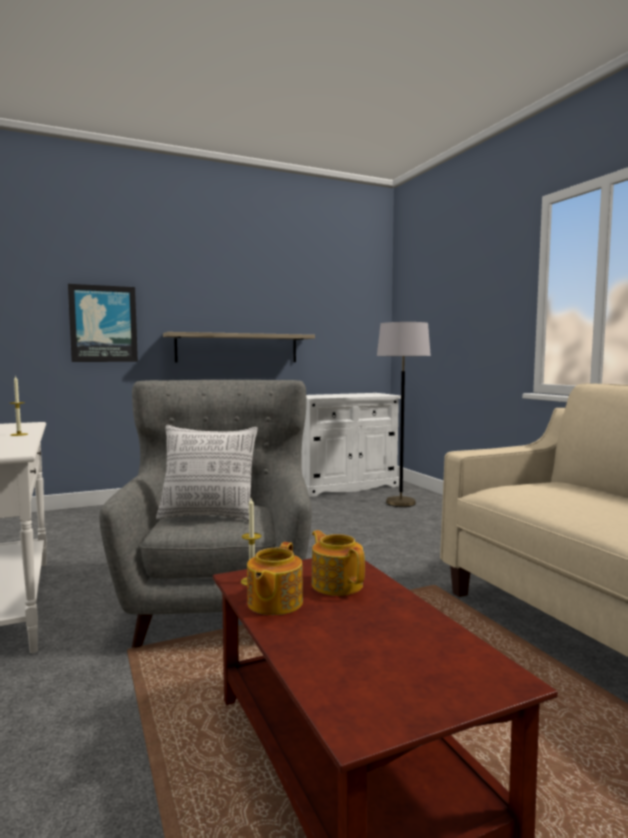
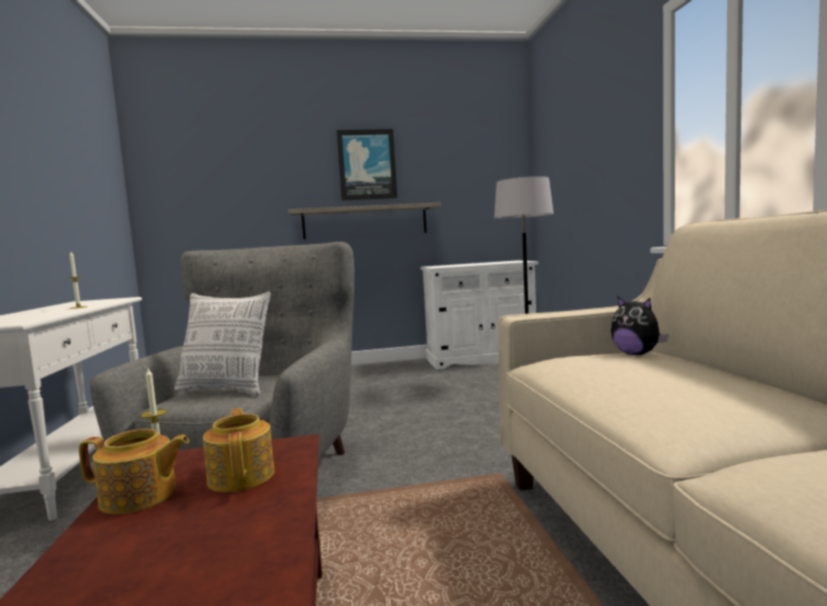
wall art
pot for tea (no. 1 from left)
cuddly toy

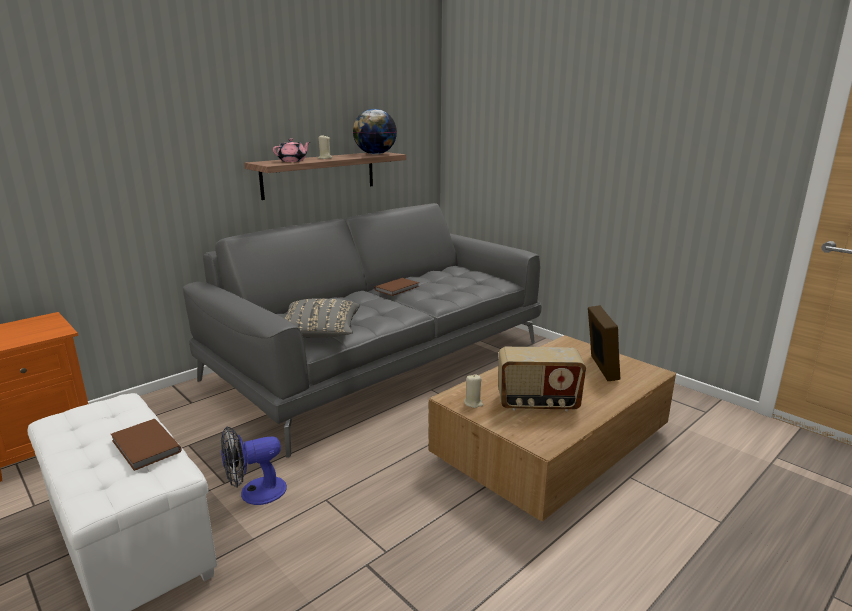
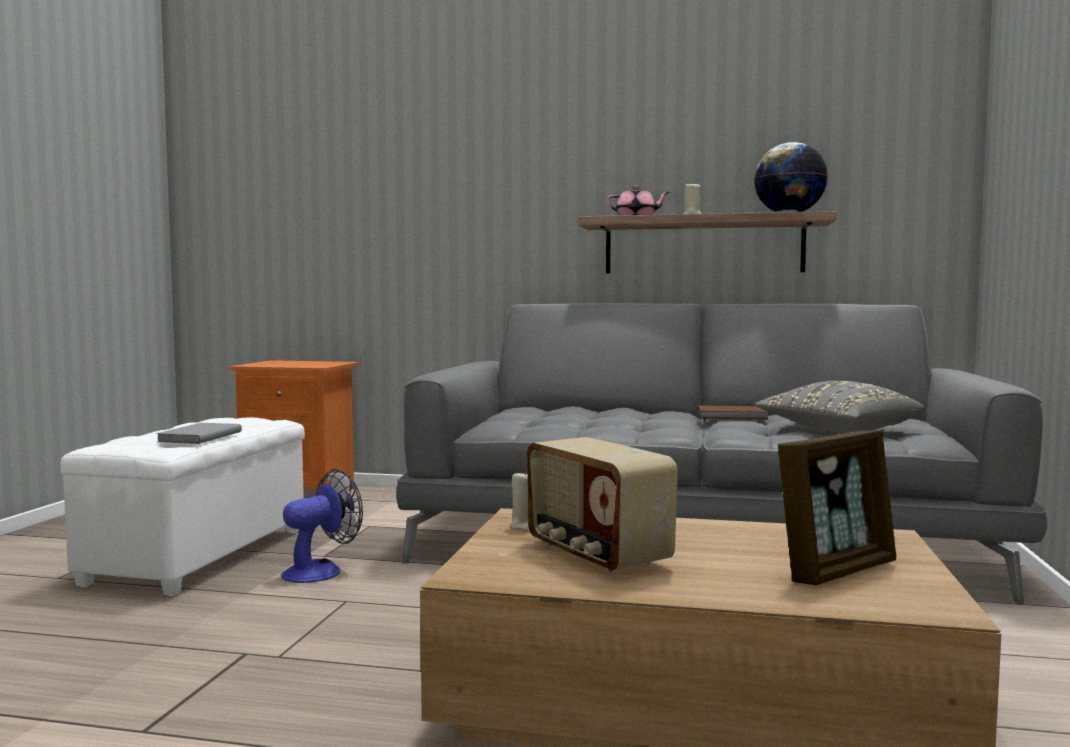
pillow (gray)
bound book (gray)
cooling fan

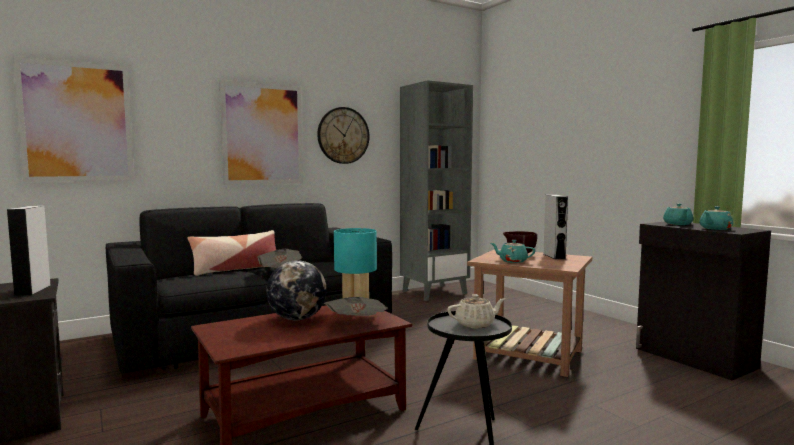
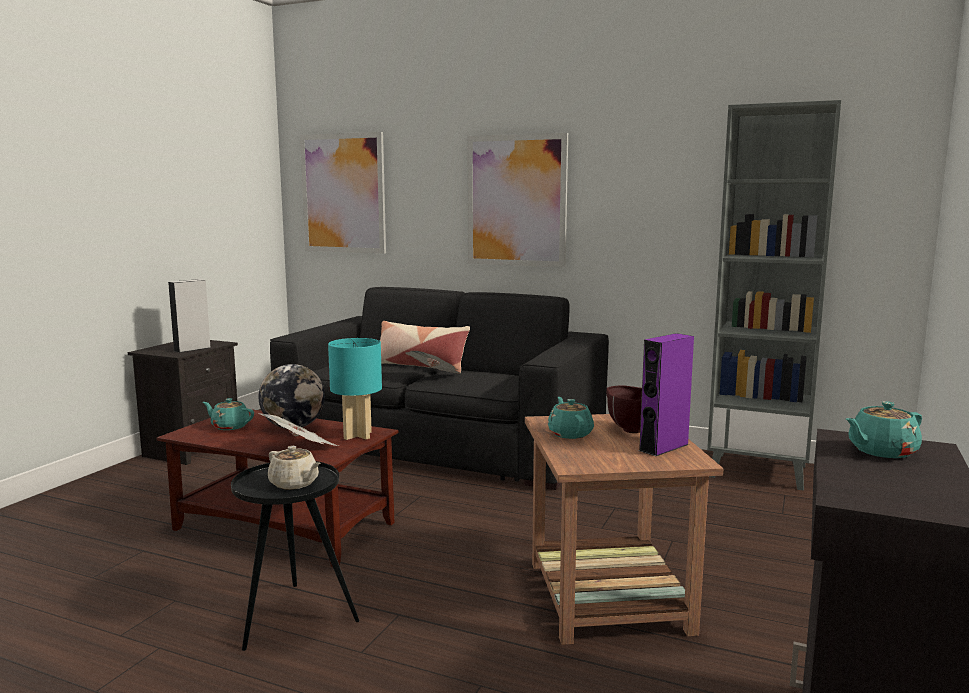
wall clock
loudspeaker (purplish)
pot for tea (turquoise-coloured) (no. 1 from left)

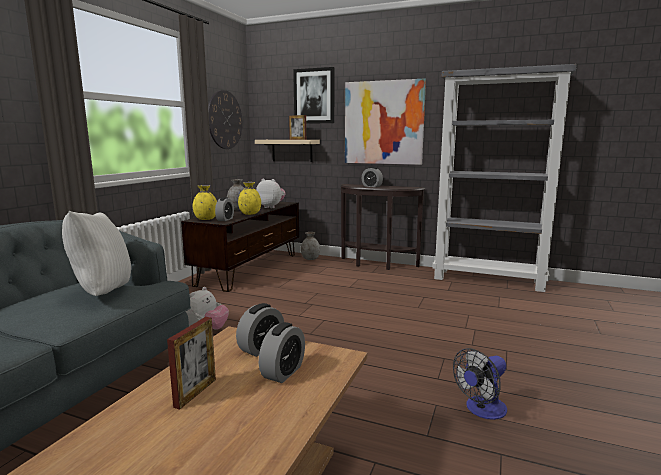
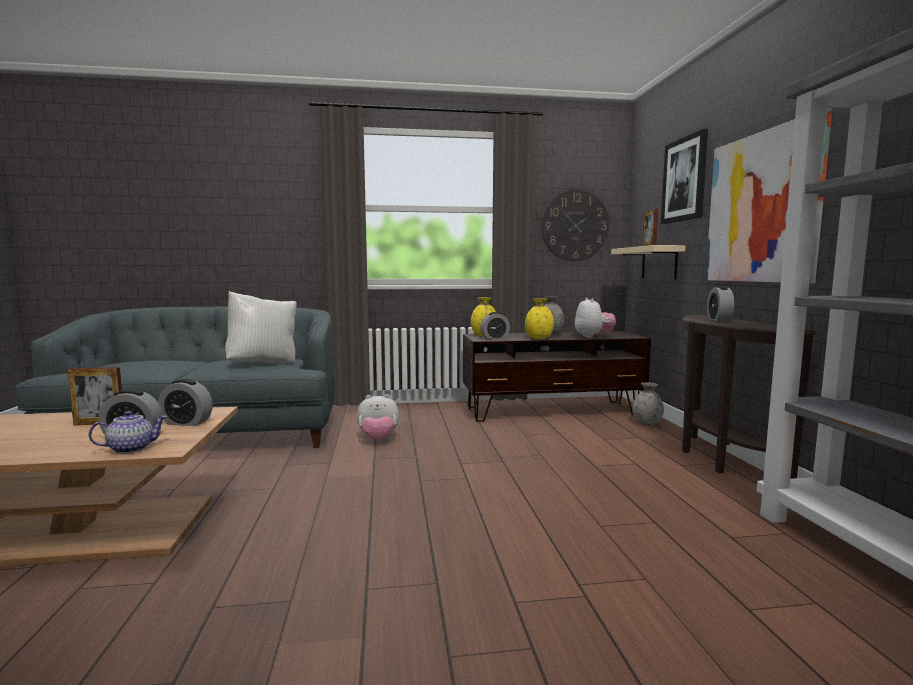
cooling fan
pot for tea

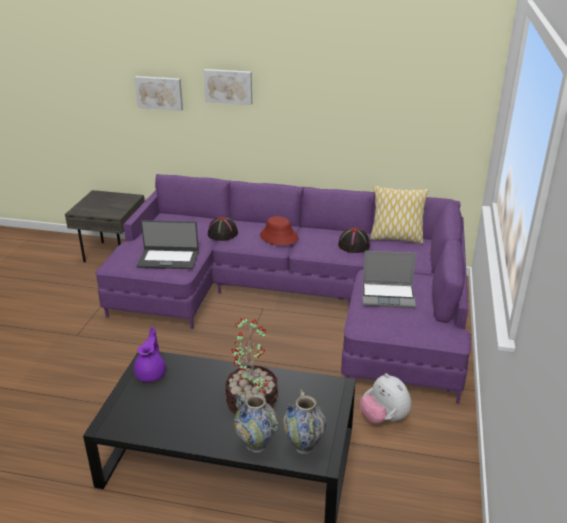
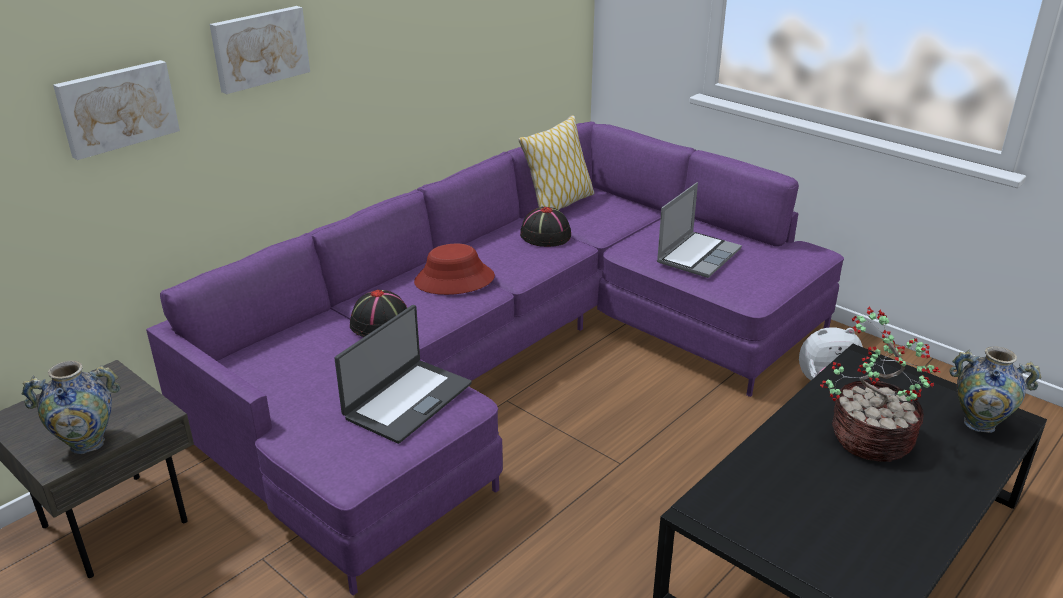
pot for tea (purplish)
decorative vase (no. 1 from left)

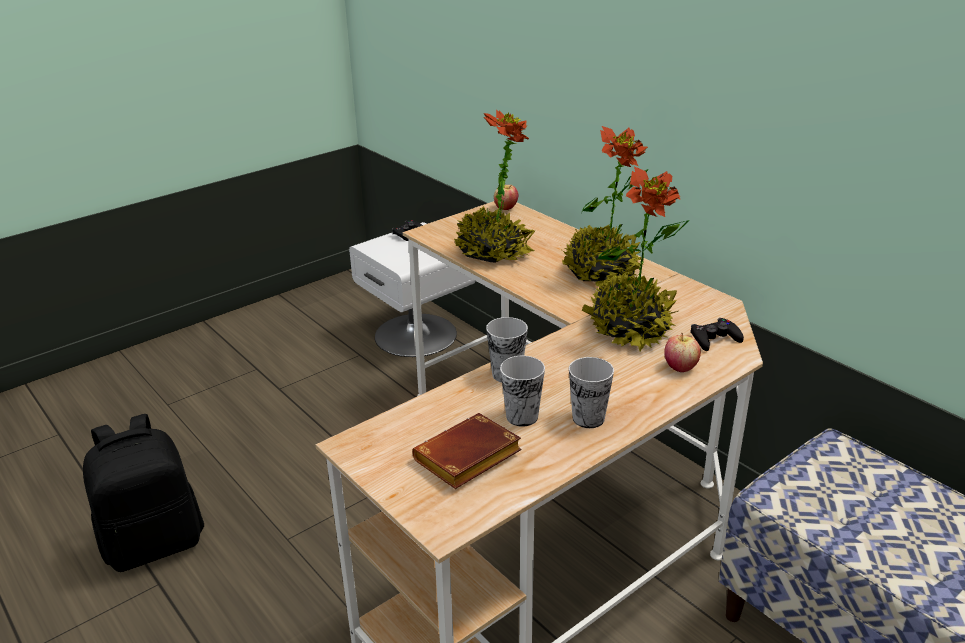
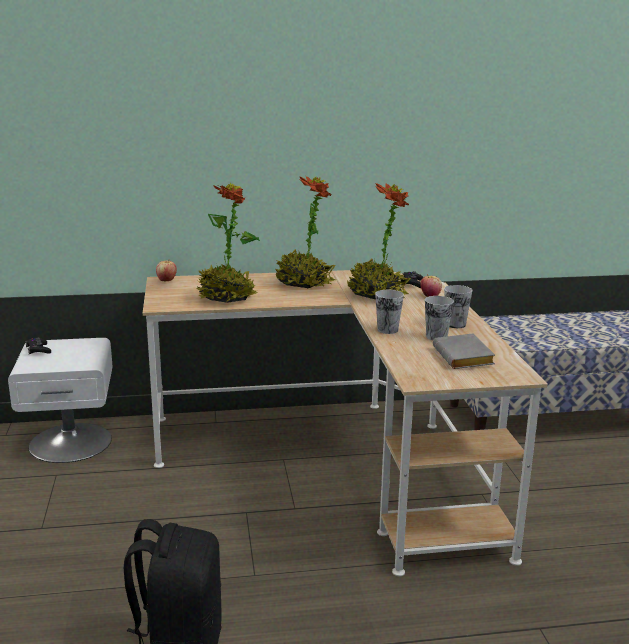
bound book (gray)

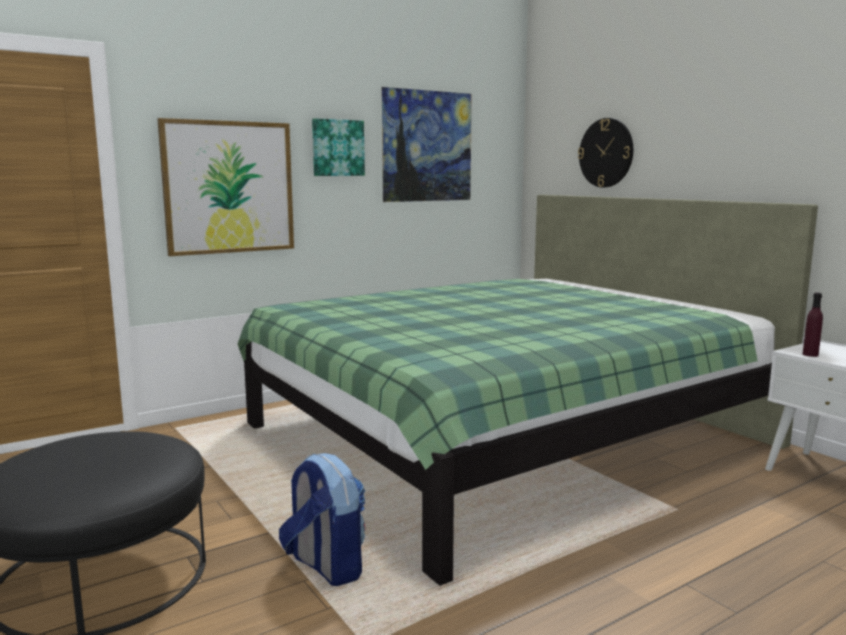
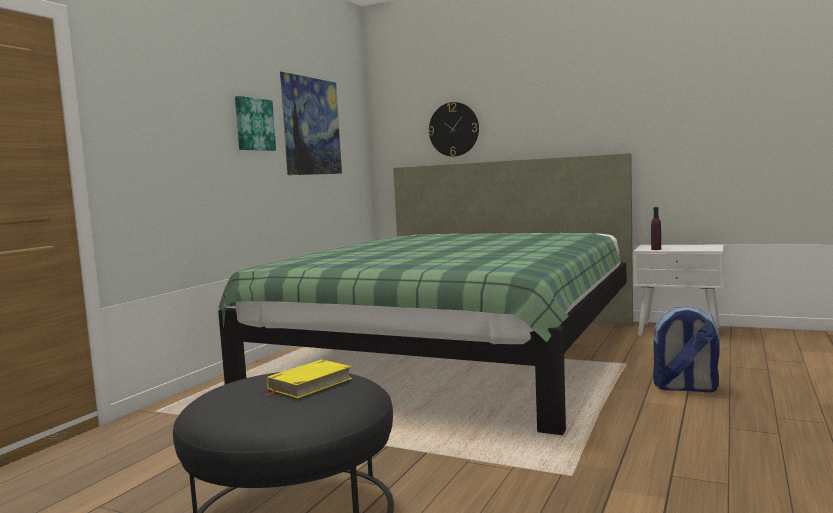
wall art (no. 1 from left in the first image)
knapsack
bound book (yellowish)

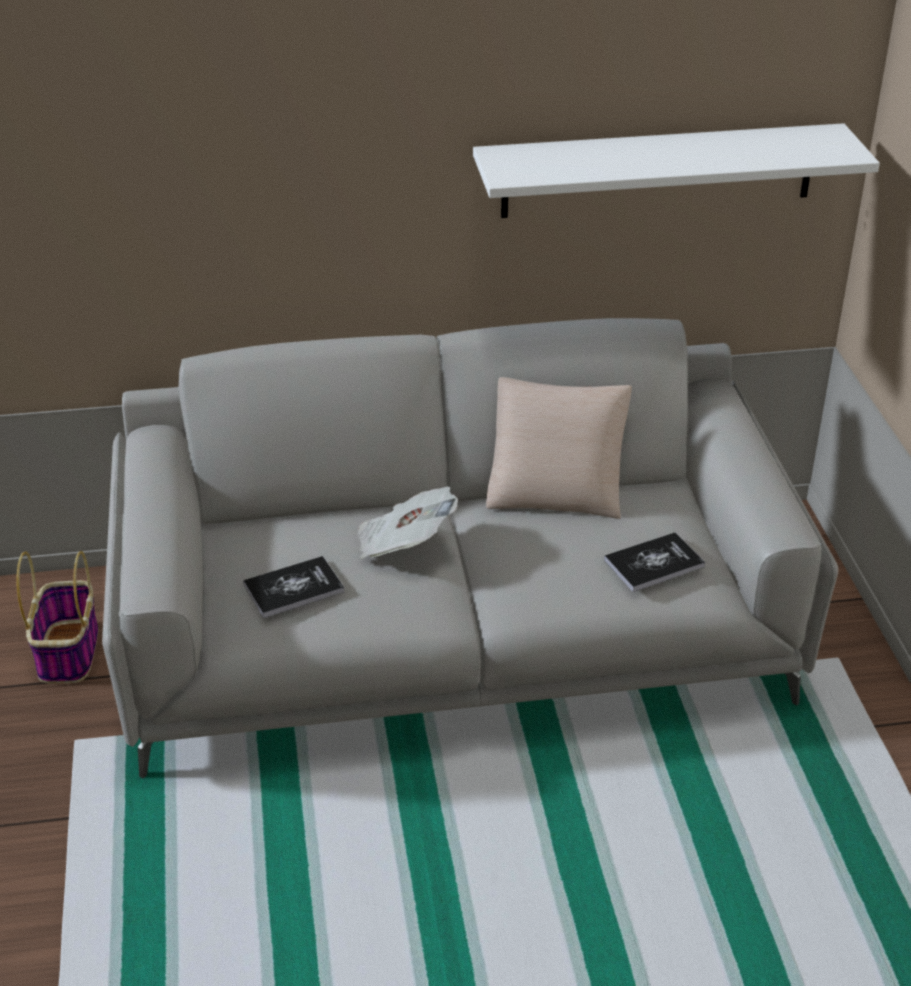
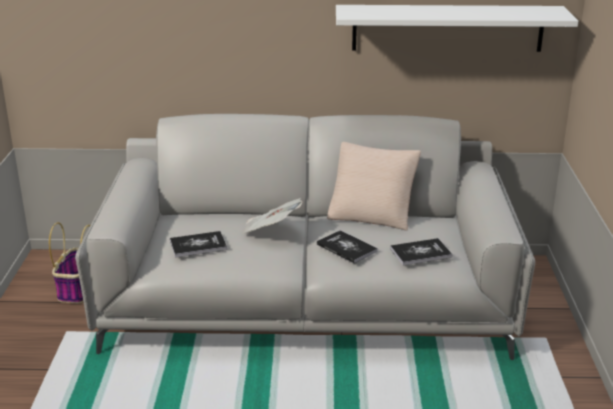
bound book (no. 2 from left)

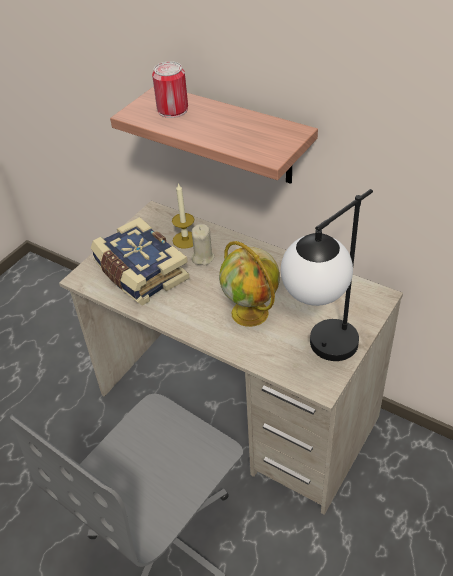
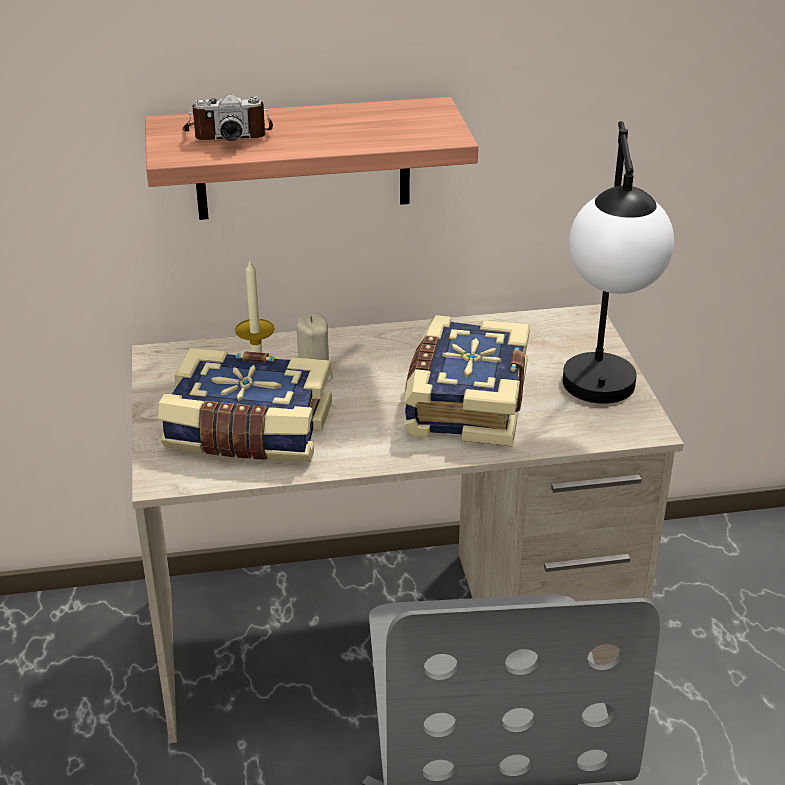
photo camera
bound book (no. 2 from left)

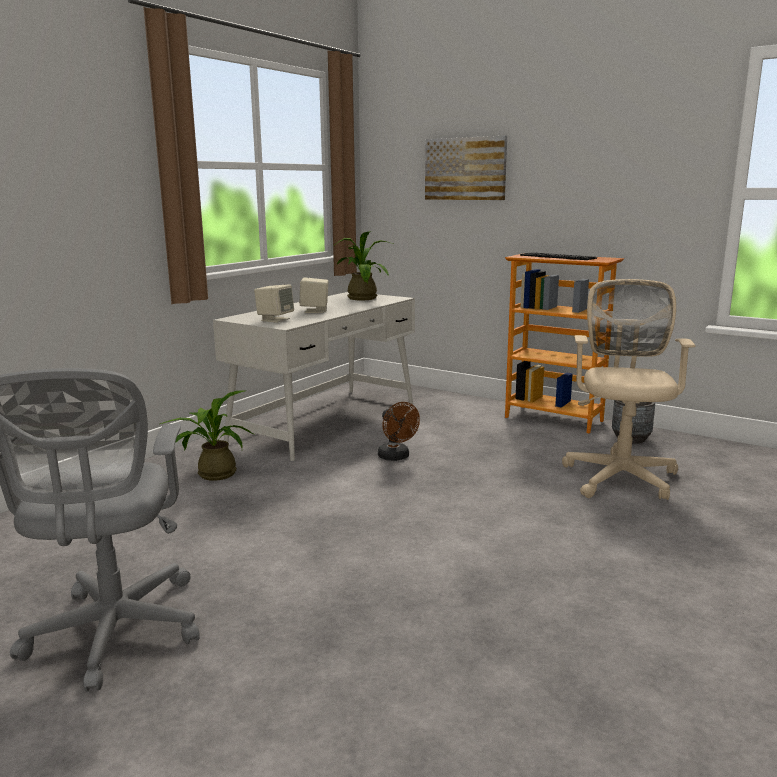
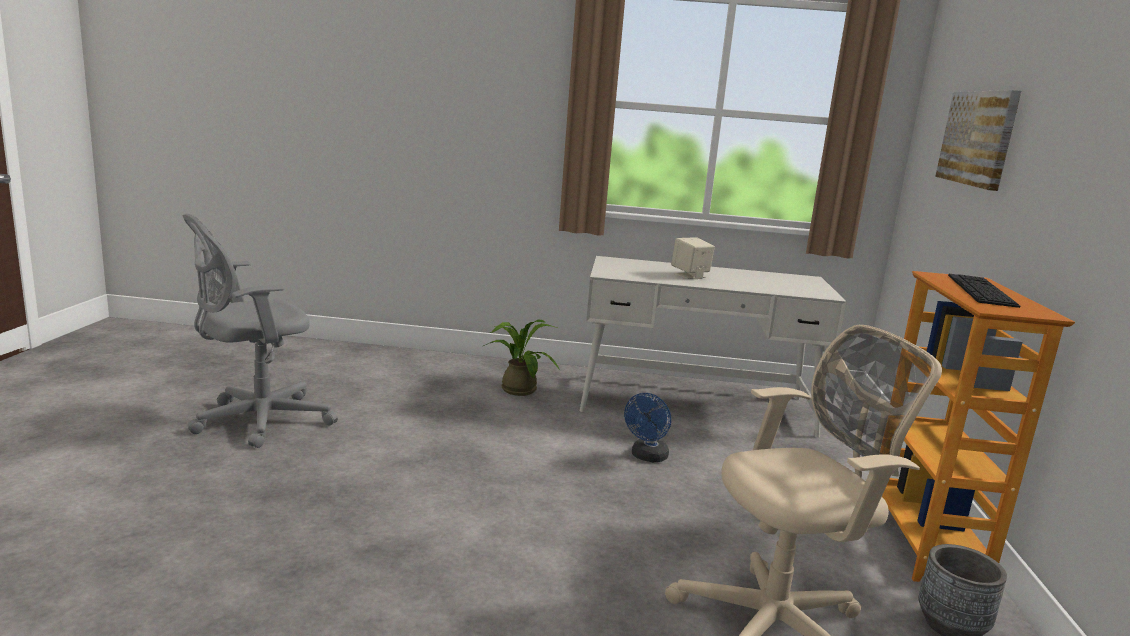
houseplant (no. 2 from left in the first image)
loudspeaker (beige) (no. 1 from left in the first image)
cooling fan (blue)

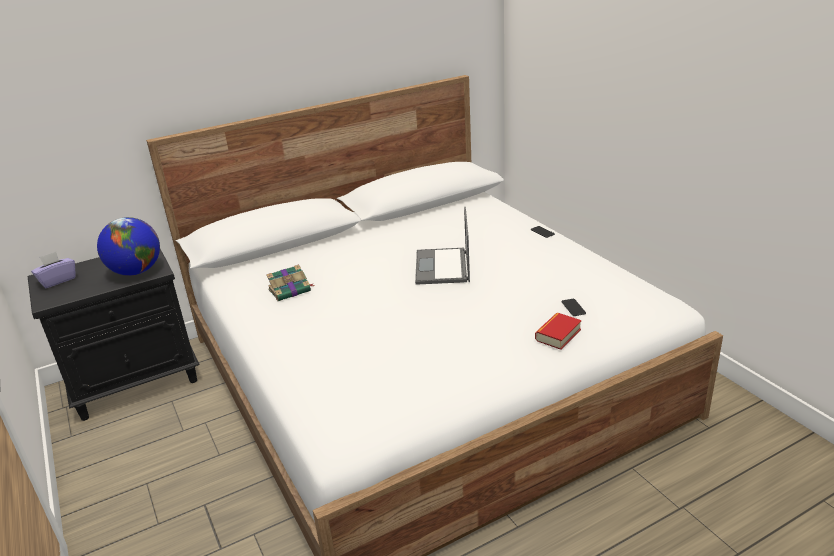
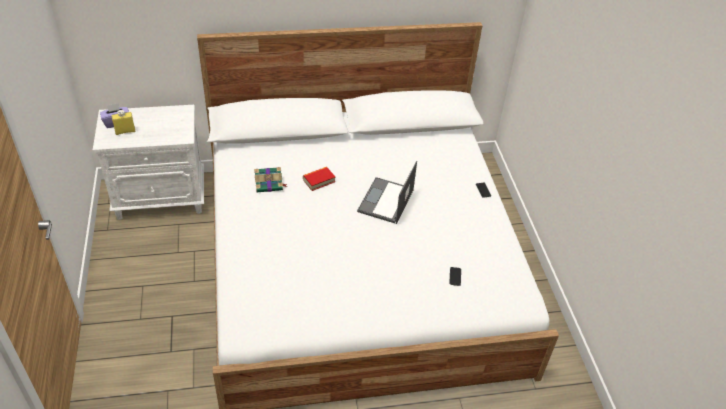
globe
bedside table (whitish)
bound book (no. 2 from left)
bottle (yellowish)

